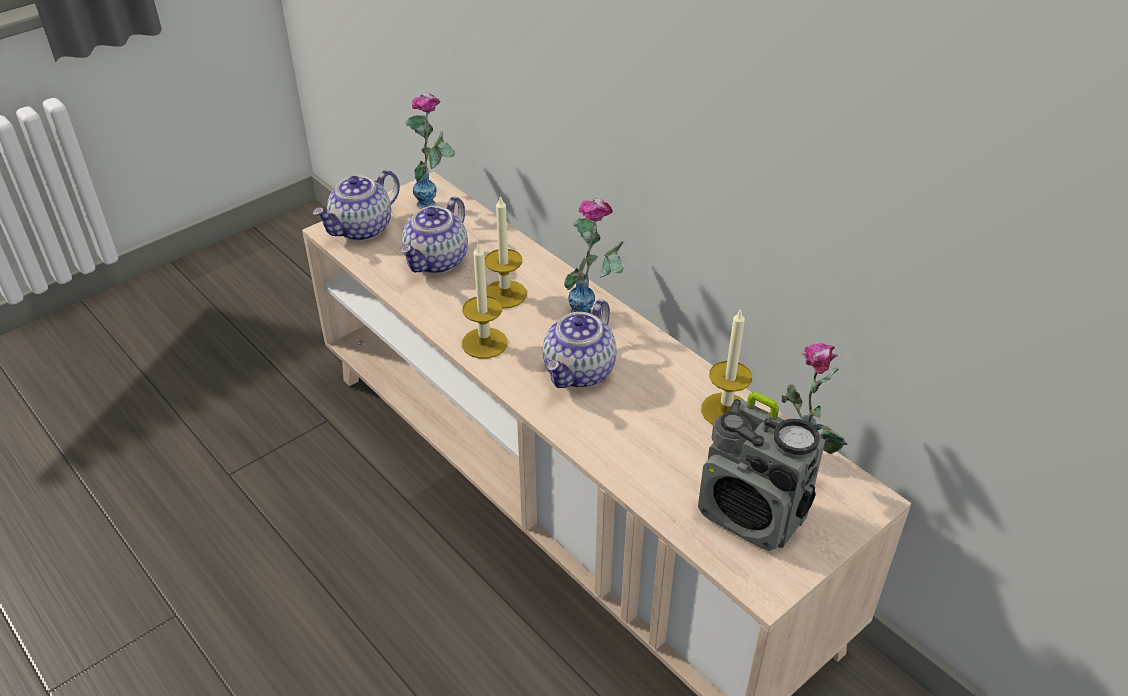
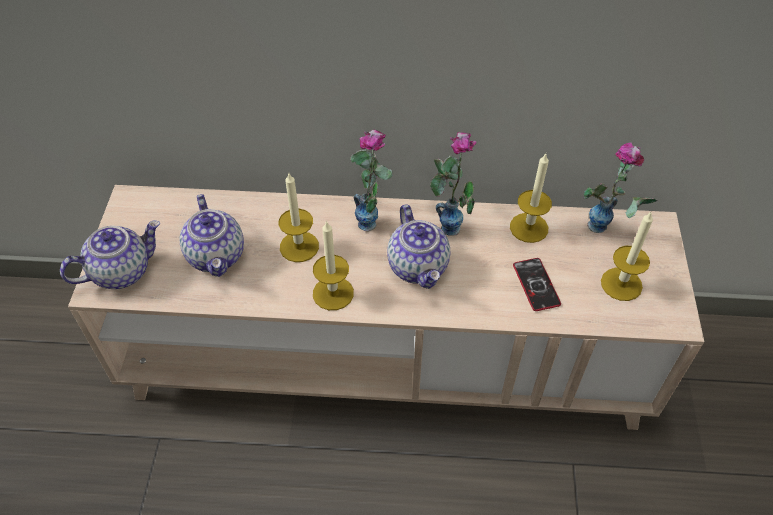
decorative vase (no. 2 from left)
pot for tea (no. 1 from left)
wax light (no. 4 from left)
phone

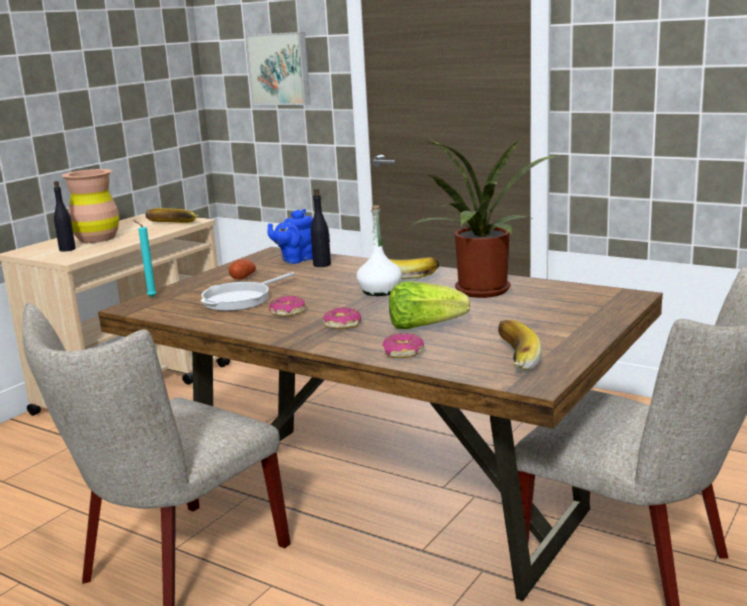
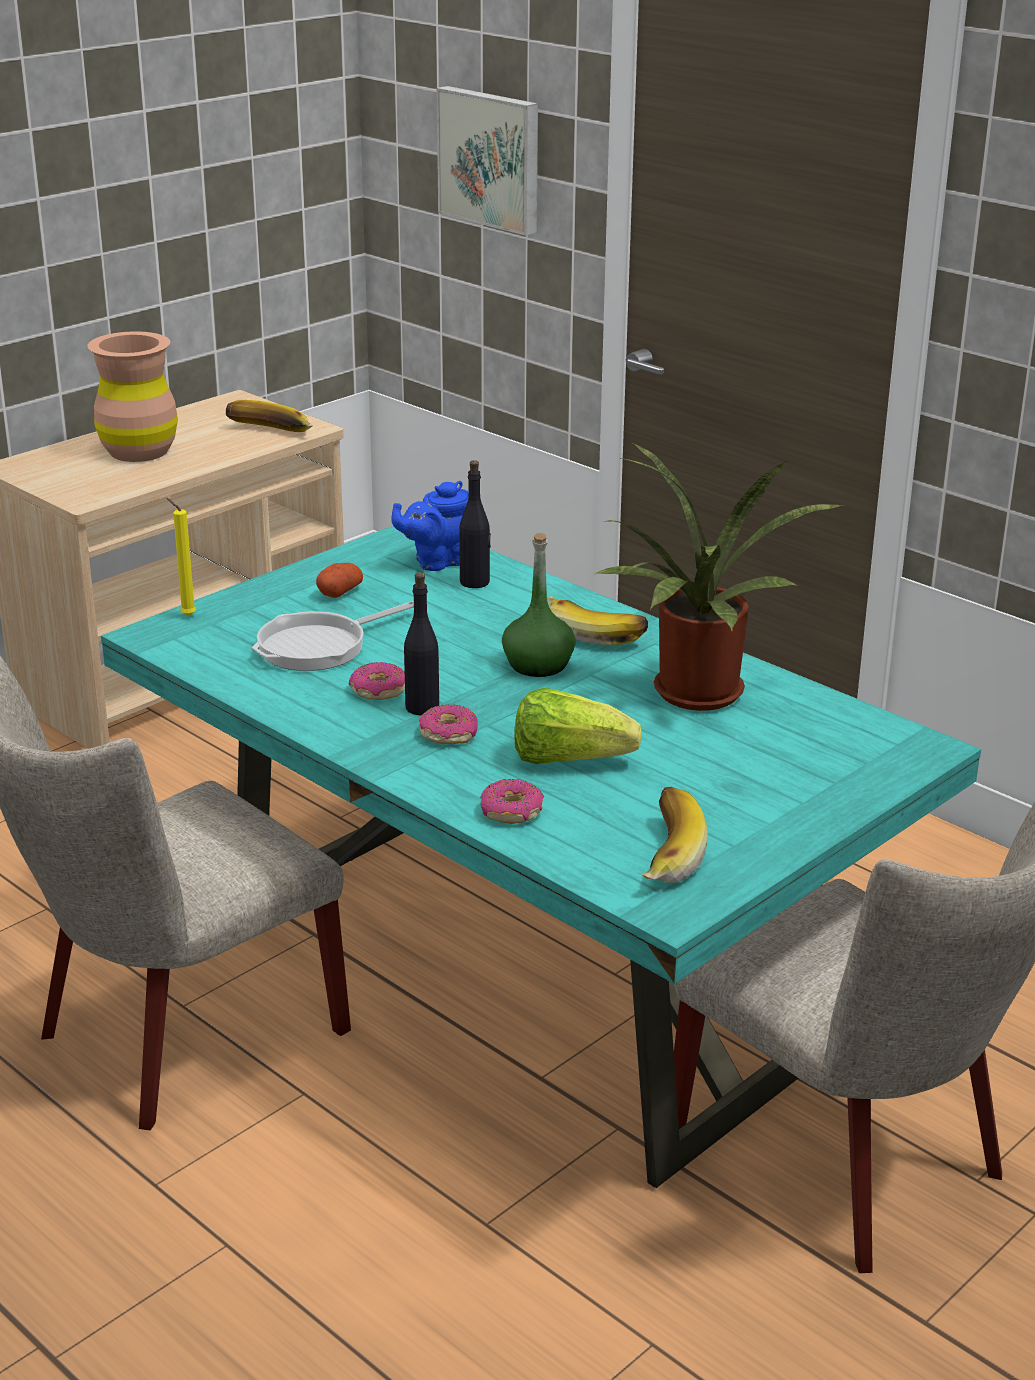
bottle (black) (no. 1 from left)
bottle (green-coloured)
wax light (yellowish)
dinner table (turquoise-coloured)

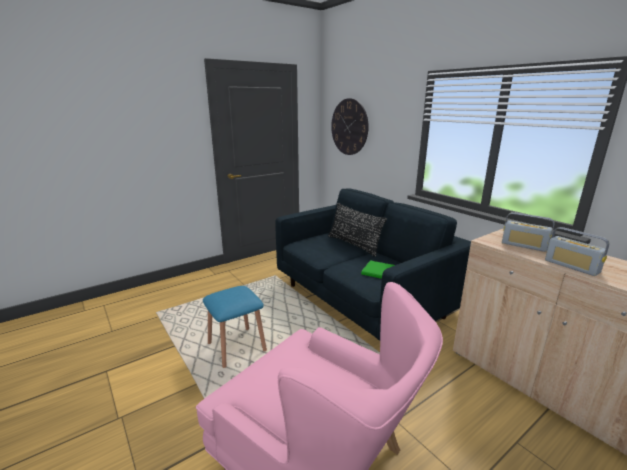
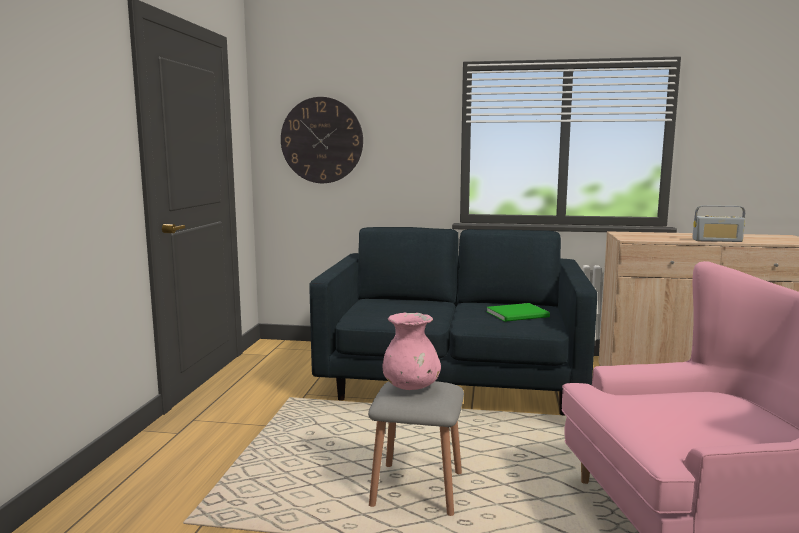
pillow (black)
radio set (no. 1 from left in the first image)
stool (gray)
decorative vase (pinkish)

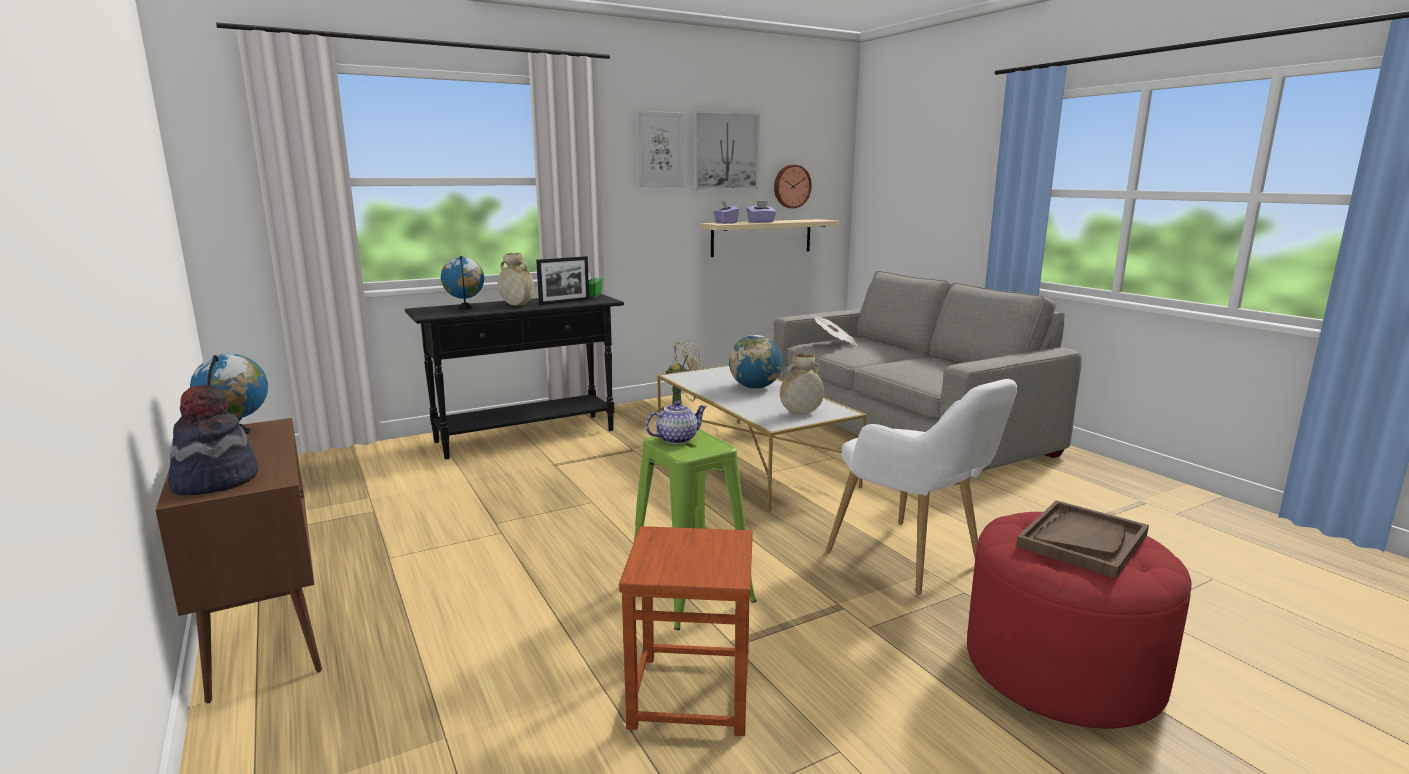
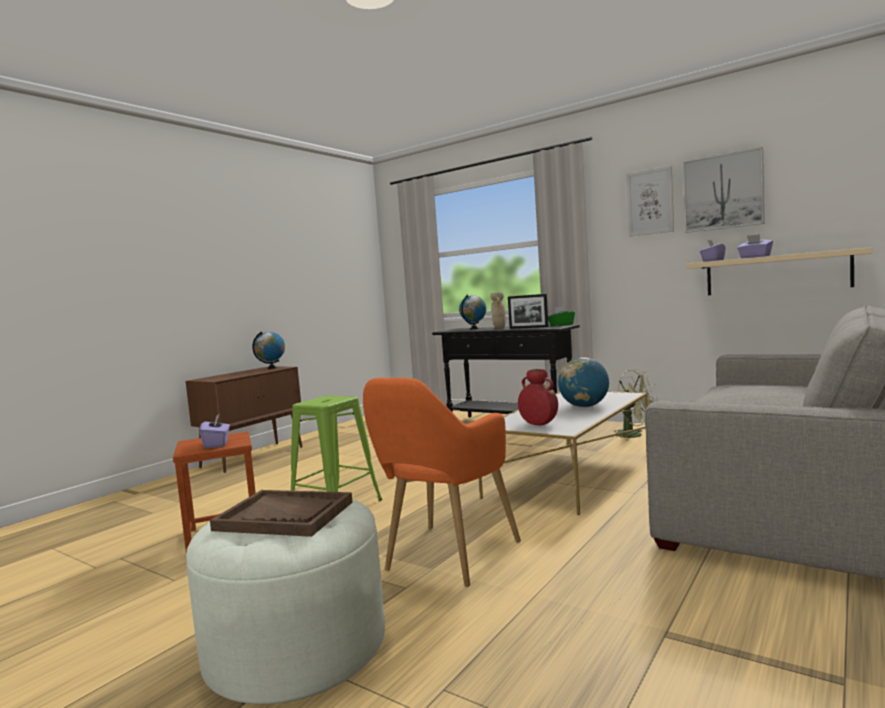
wall clock
printed paper
decorative vase (red)
armchair (orangey)
wearable hat
pot for tea
pouffe (whitish)
tissue holder (purplish) (no. 1 from left)

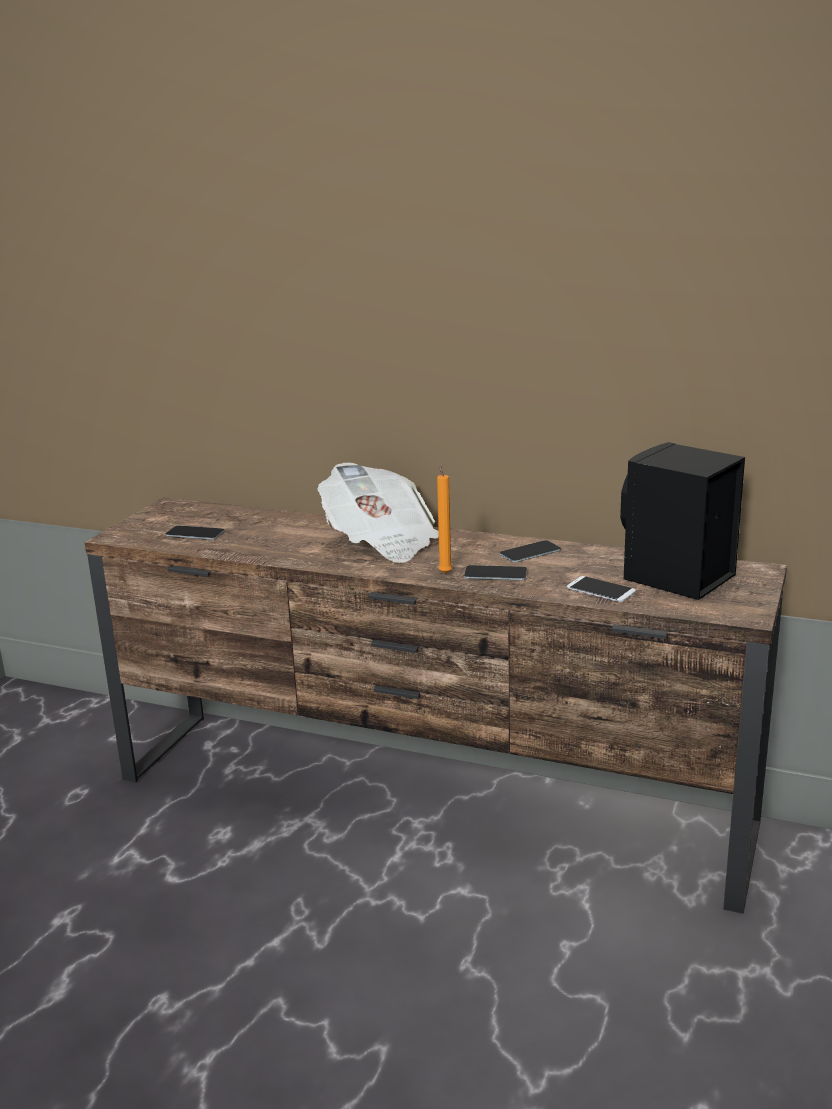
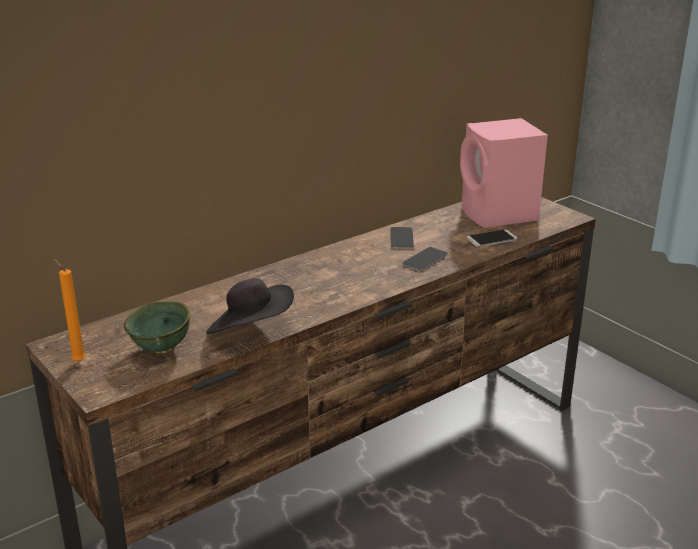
loudspeaker (pinkish)
printed paper
wax light (orangey)
bowl (green-coloured)
wearable hat (black)

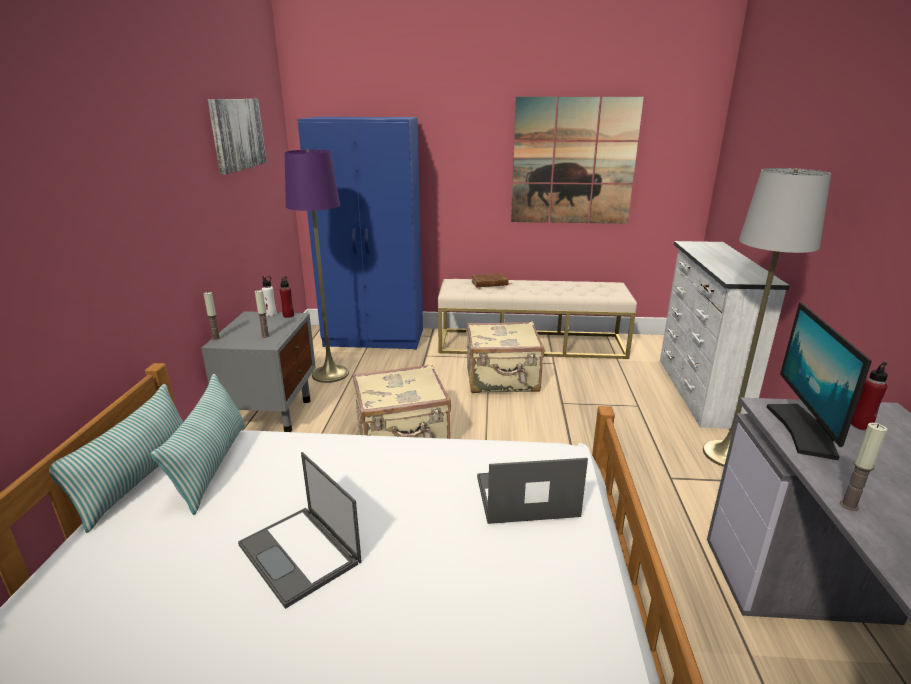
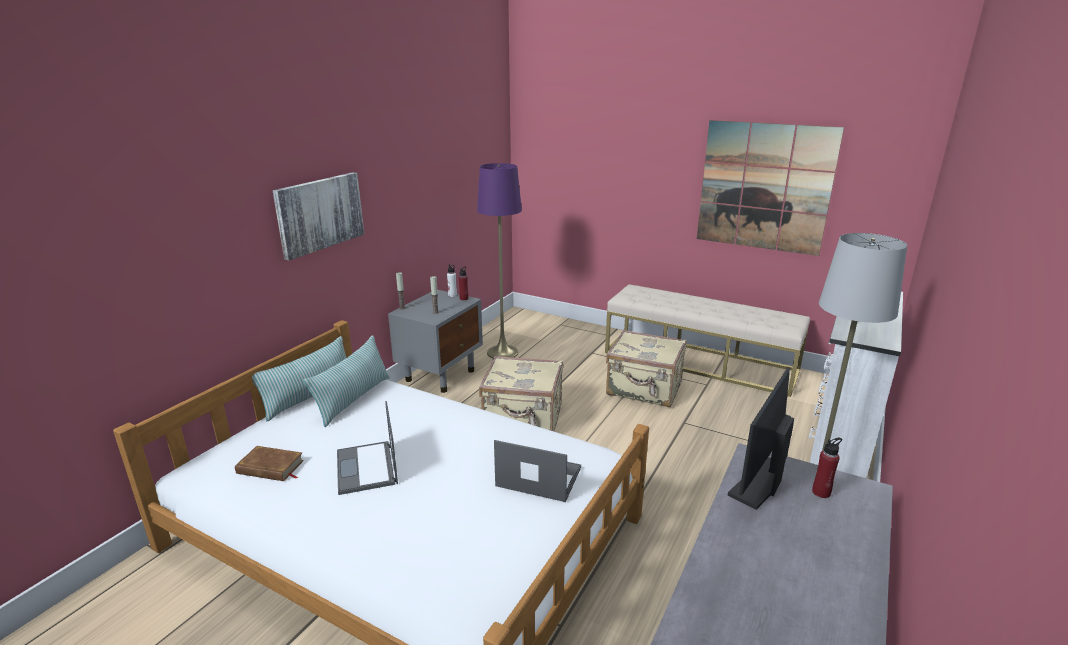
wall art (no. 1 from left)
wardrobe (blue)
bound book (brown)
wax light (no. 3 from left in the first image)

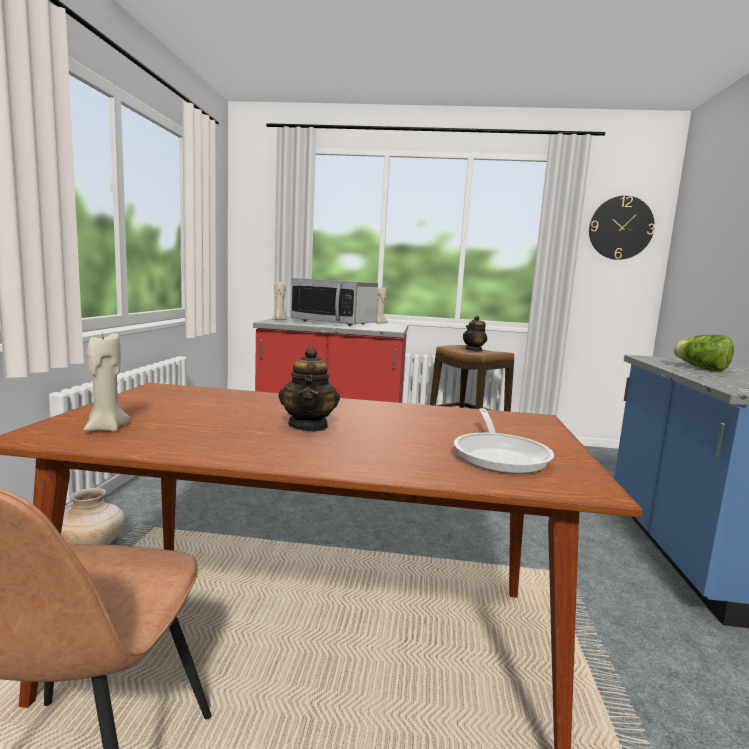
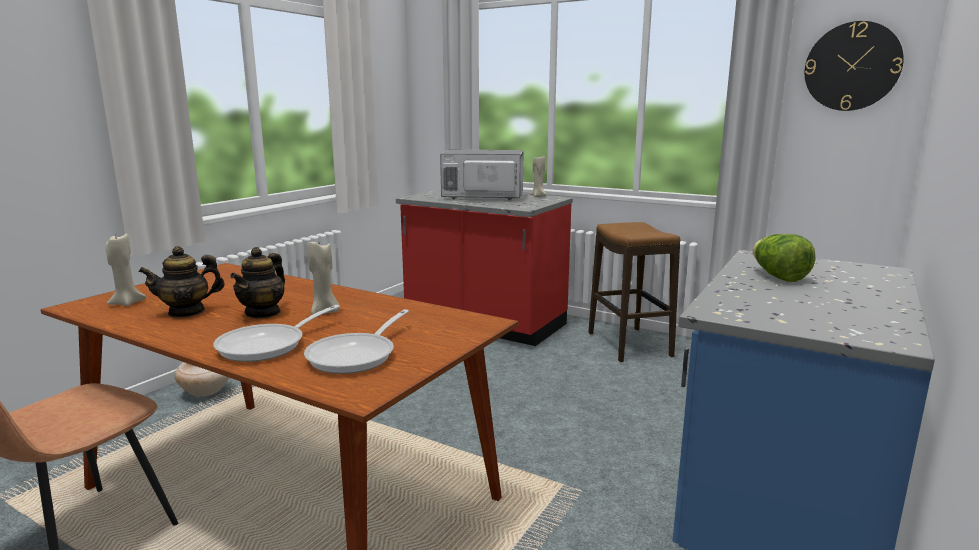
kitchen microwave
wax light (beige) (no. 2 from left)
pot for tea (no. 1 from left)
frying pan (no. 1 from left)

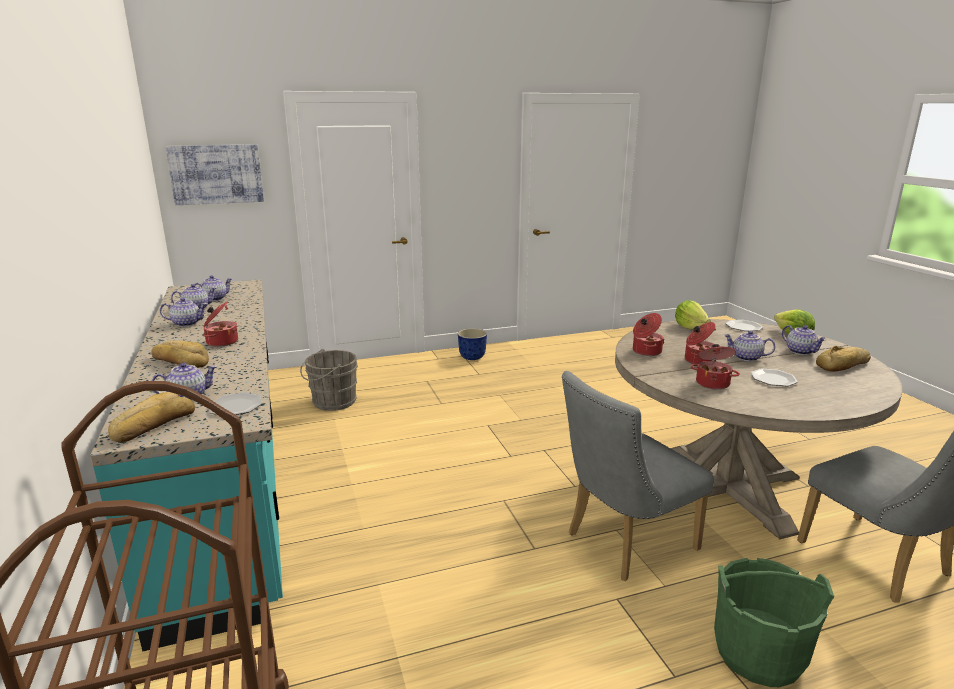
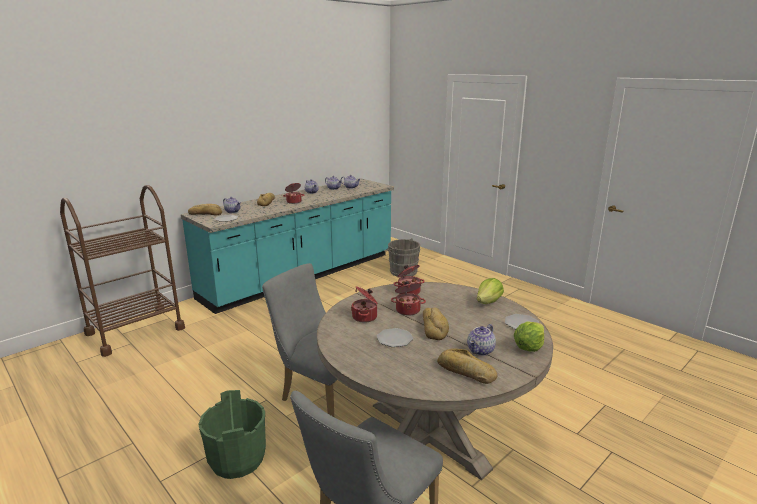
wall art
planter
bread (no. 3 from left)

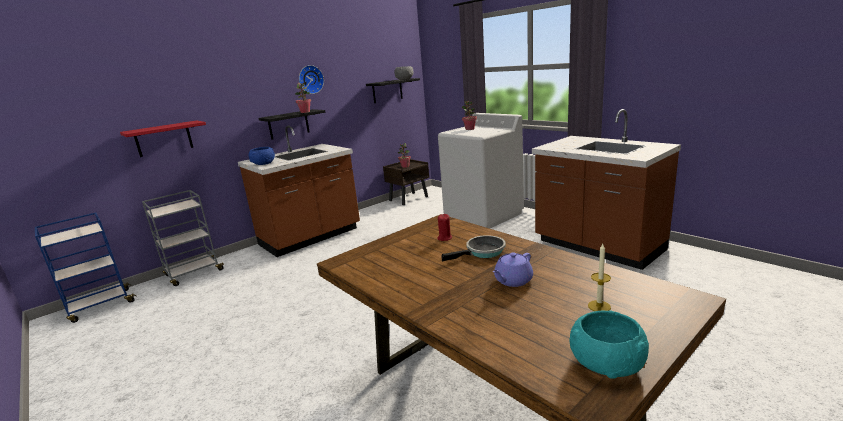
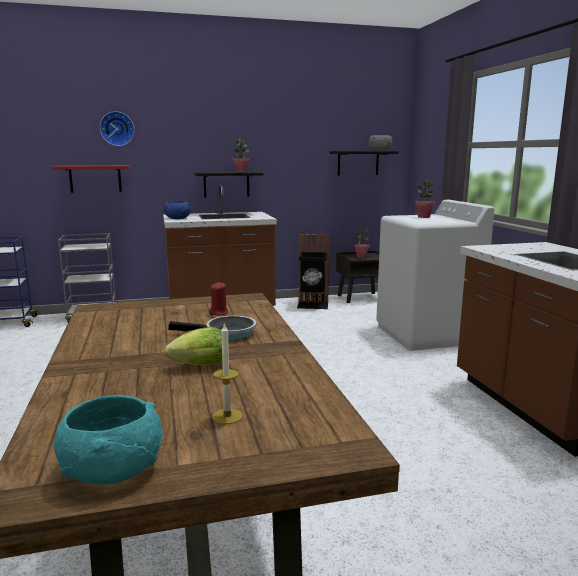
wall clock
lettuce
rubbish bin (black)

